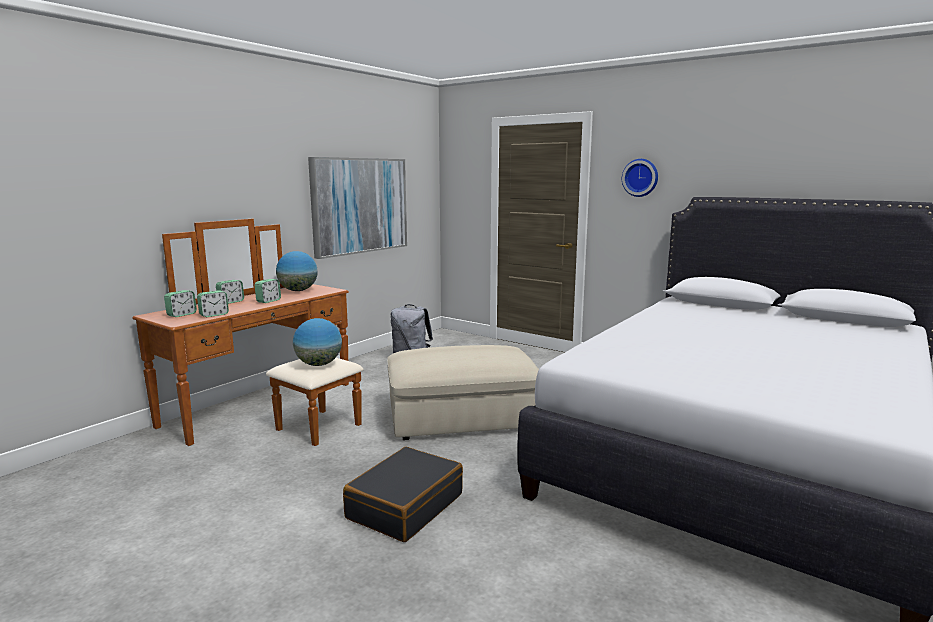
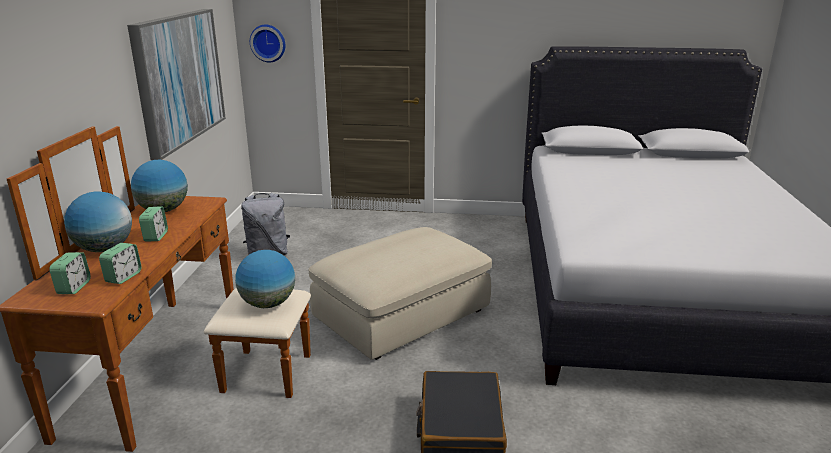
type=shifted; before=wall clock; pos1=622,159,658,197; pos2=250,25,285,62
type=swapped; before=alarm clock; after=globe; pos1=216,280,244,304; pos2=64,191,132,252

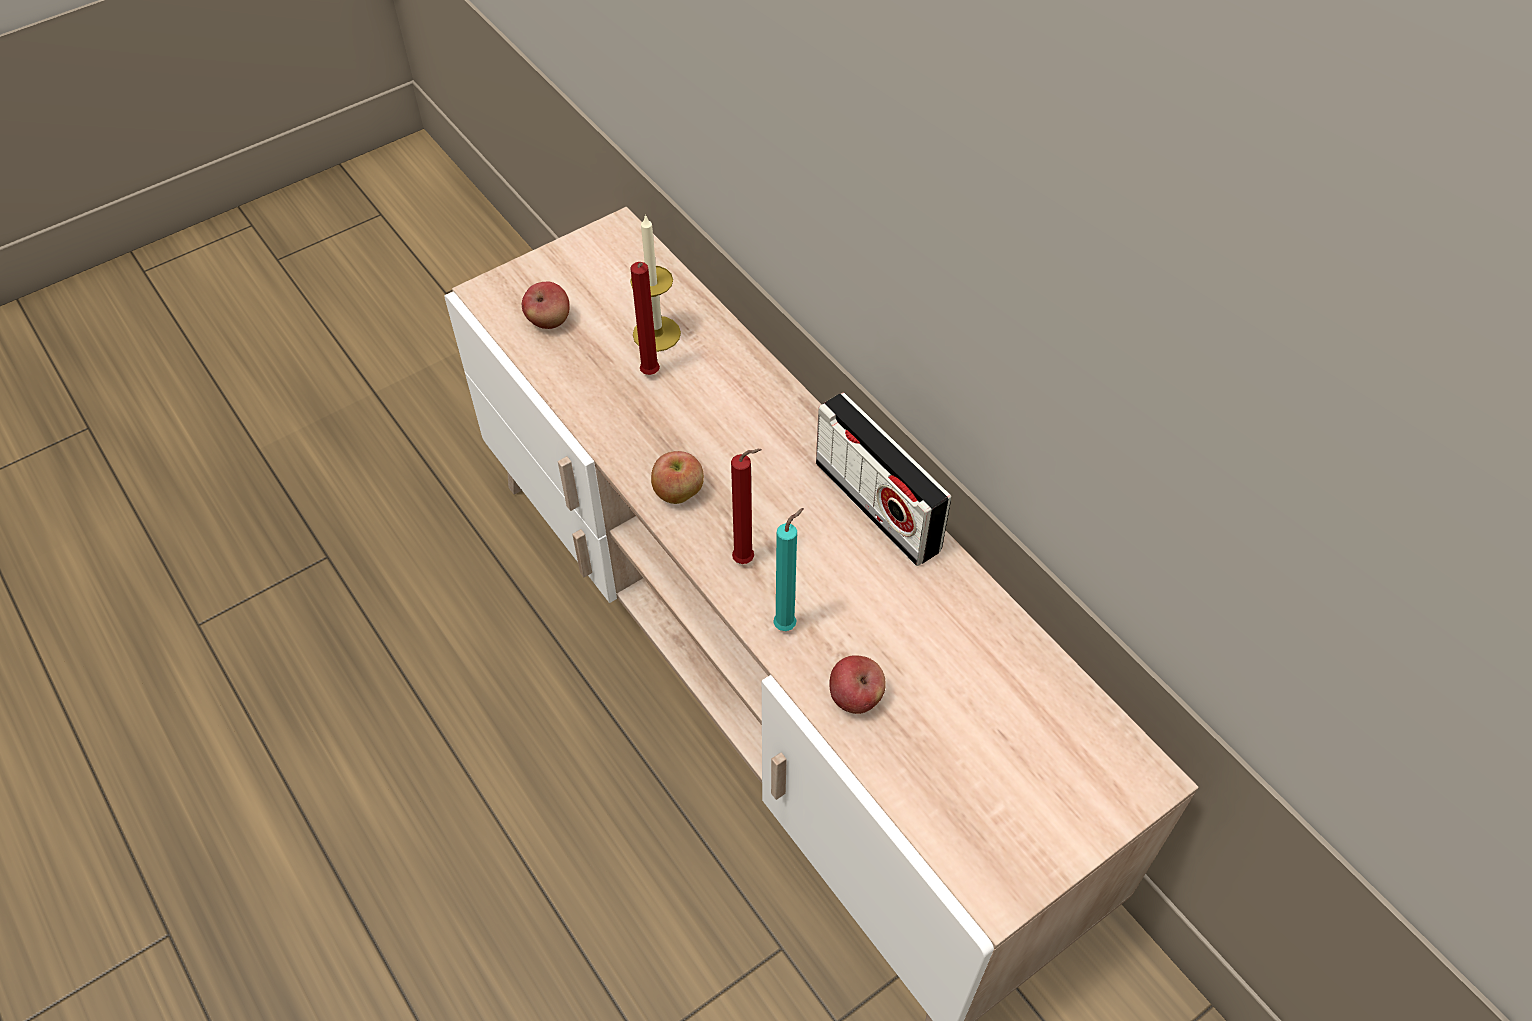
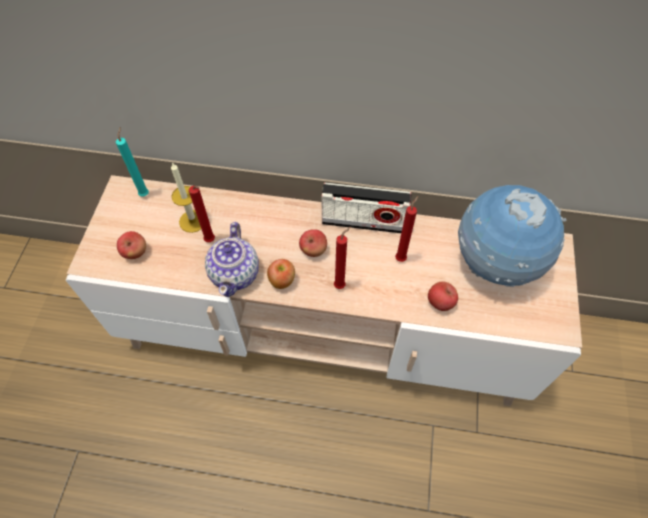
type=shifted; before=turquoise candle; pos1=773,508,804,631; pos2=116,127,149,197
type=new; after=globe; pos2=458,185,567,287
type=new; after=red candle; pos2=395,196,418,262
type=new; after=teapot; pos2=205,222,259,297
type=new; after=apple; pos2=299,229,327,257

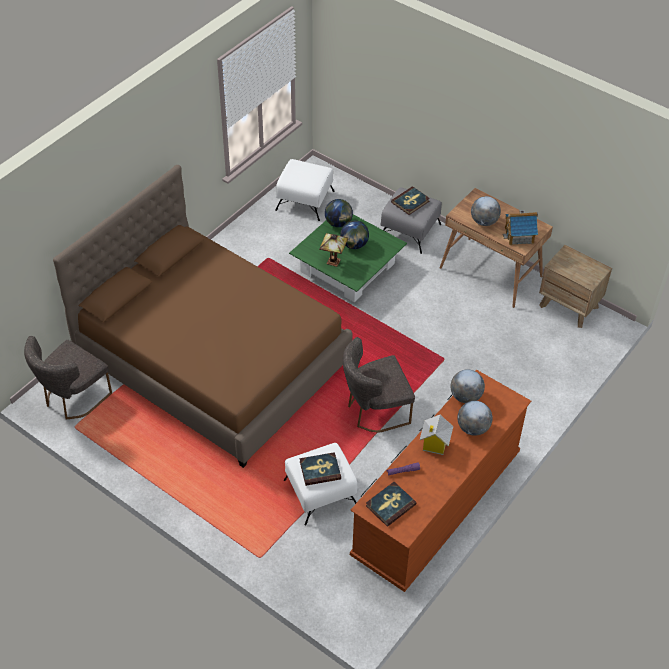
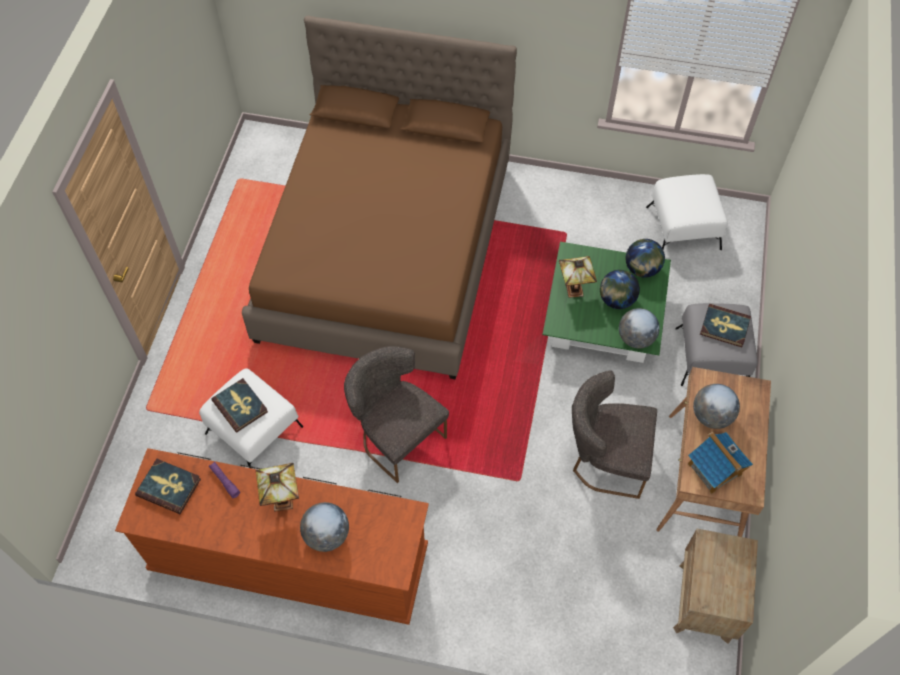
type=shifted; before=grey chair; pos1=24,336,112,420; pos2=572,371,657,499
type=shifted; before=globe; pos1=450,369,485,403; pos2=619,308,660,348
type=swapped; before=toy house; after=table lamp; pos1=420,415,453,455; pos2=256,463,299,512

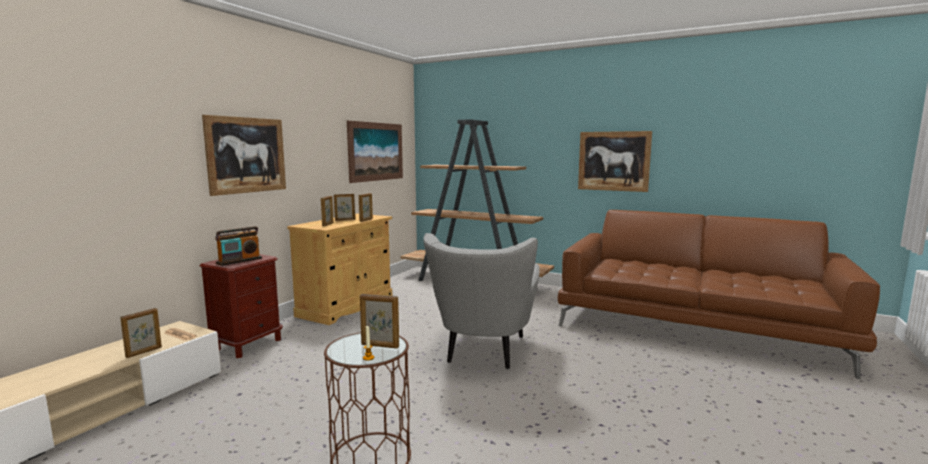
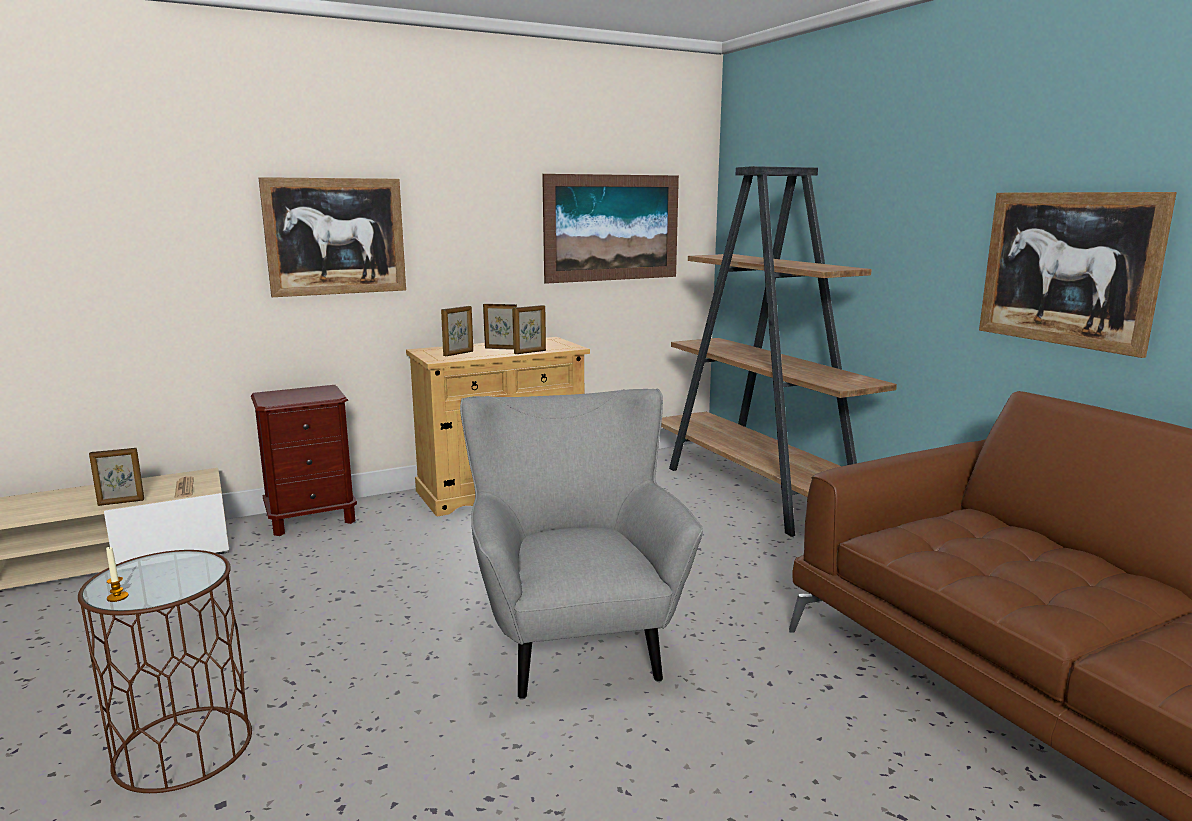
type=gone; before=radio; pos1=215,226,262,266
type=rotated; before=grey armchair; pos1=423,233,540,369; pos2=460,388,703,700; turn=120
type=gone; before=picture frame; pos1=360,294,399,349

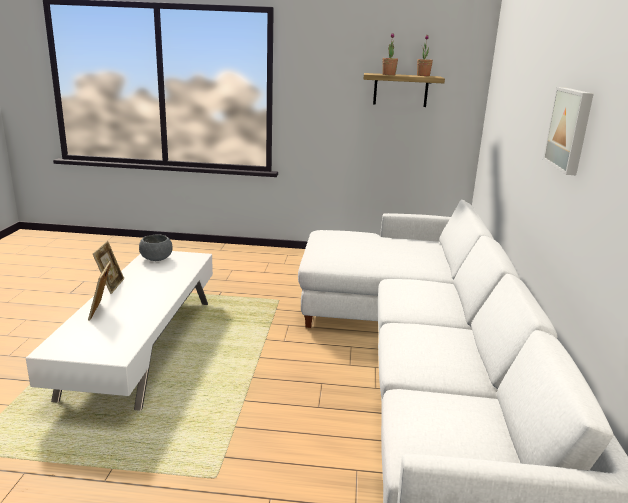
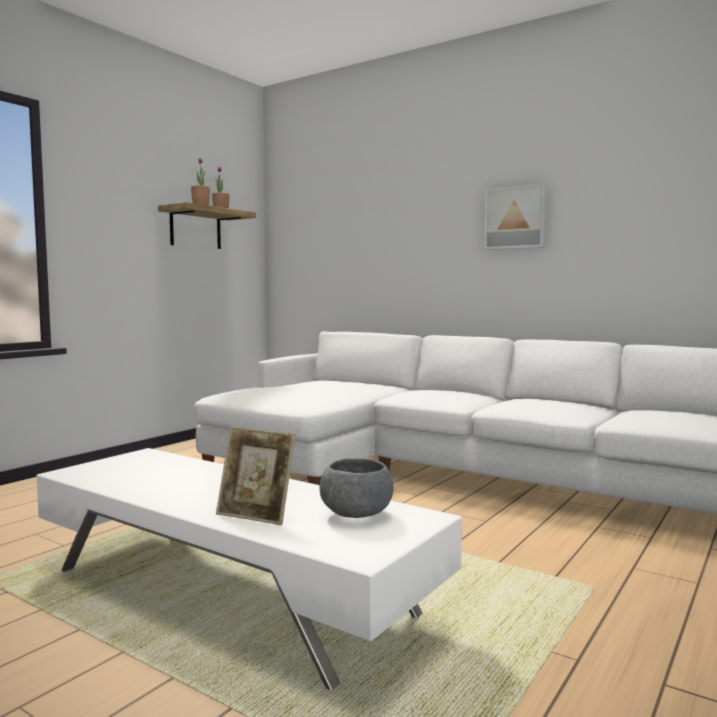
type=shifted; before=grey bowl; pos1=139,234,172,261; pos2=320,458,394,518
type=gone; before=picture frame; pos1=93,241,124,294

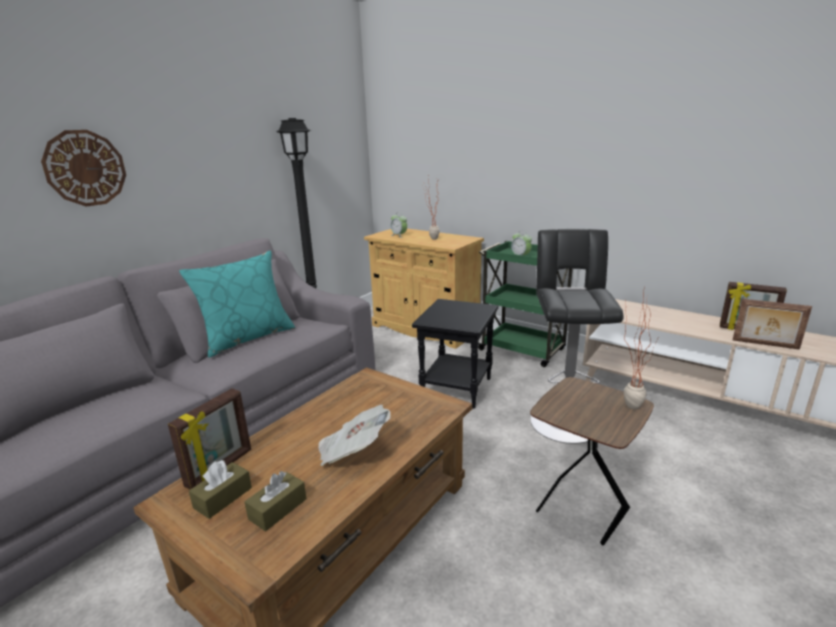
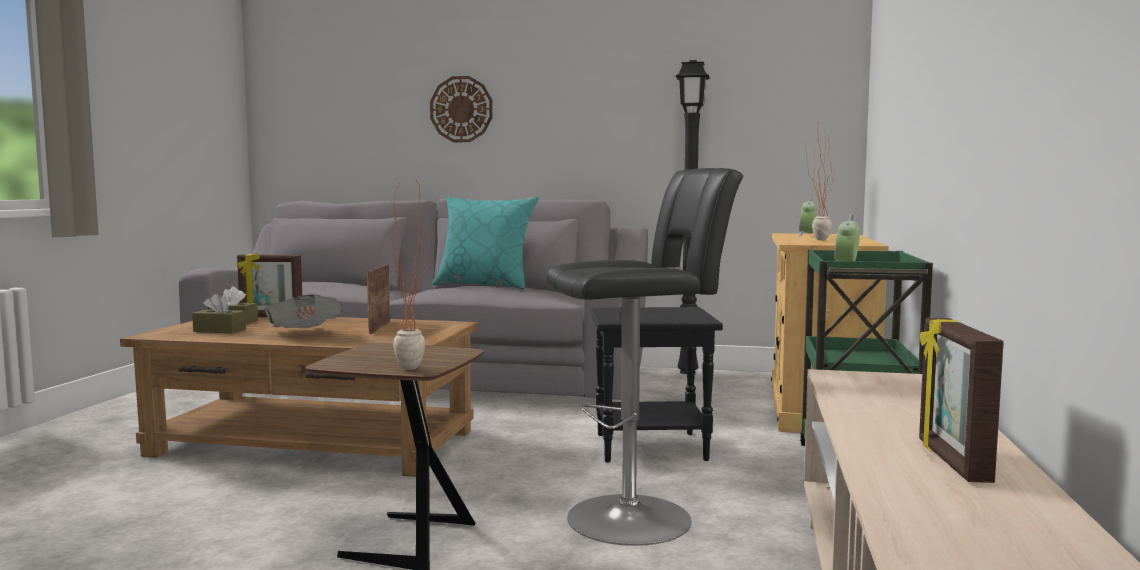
type=shifted; before=picture frame; pos1=733,299,812,350; pos2=367,264,390,334

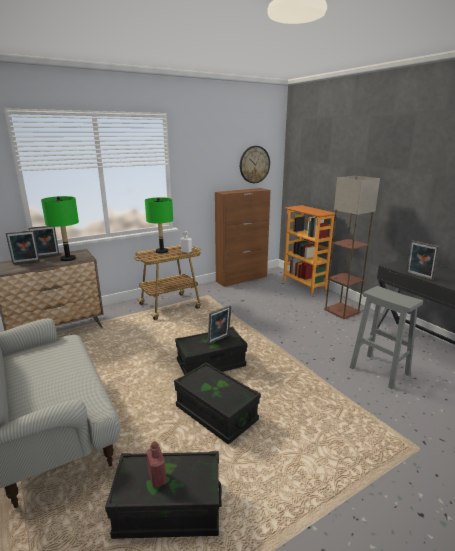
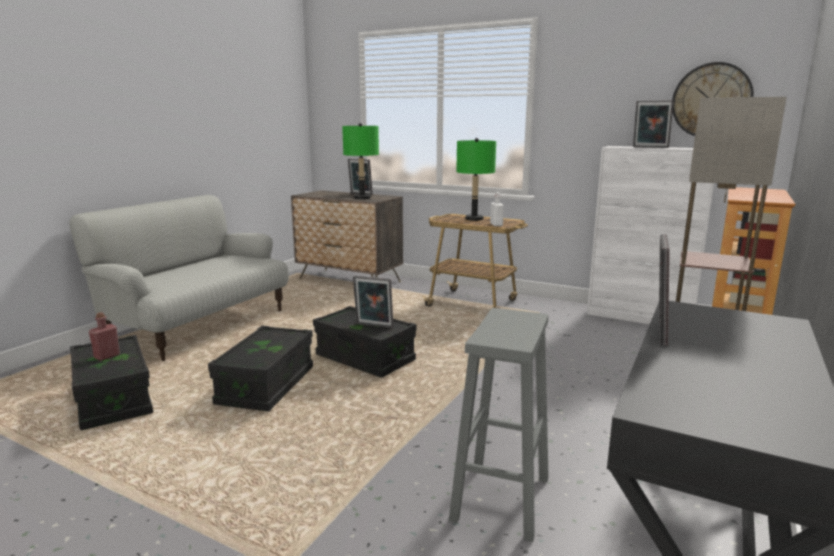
type=repainted; before=brown cabinet; after=white cabinet; pos1=215,188,271,287; pos2=587,146,714,324
type=shifted; before=picture frame; pos1=6,230,40,264; pos2=633,100,674,148

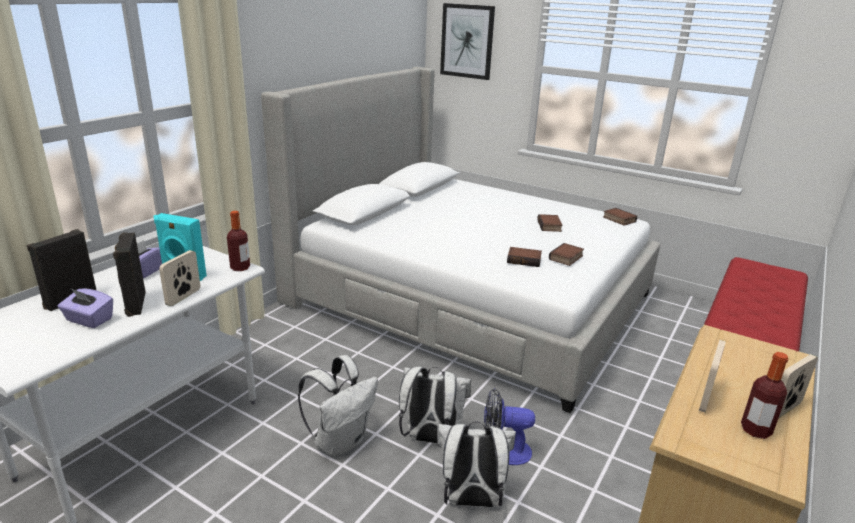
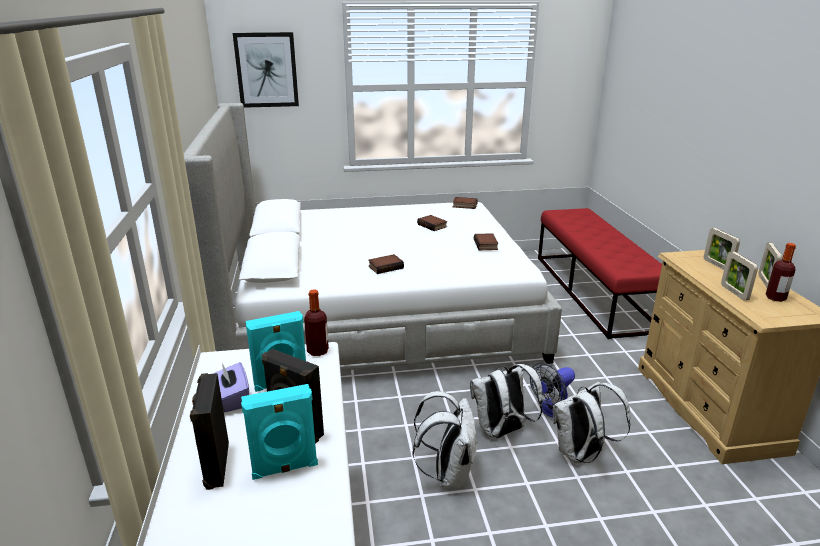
type=shifted; before=book; pos1=507,247,542,267; pos2=368,254,404,274
type=shifted; before=picture frame; pos1=159,250,200,306; pos2=704,228,740,270
type=swapped; before=purple tissue box; after=turquoise speaker; pos1=58,288,113,328; pos2=241,384,318,480

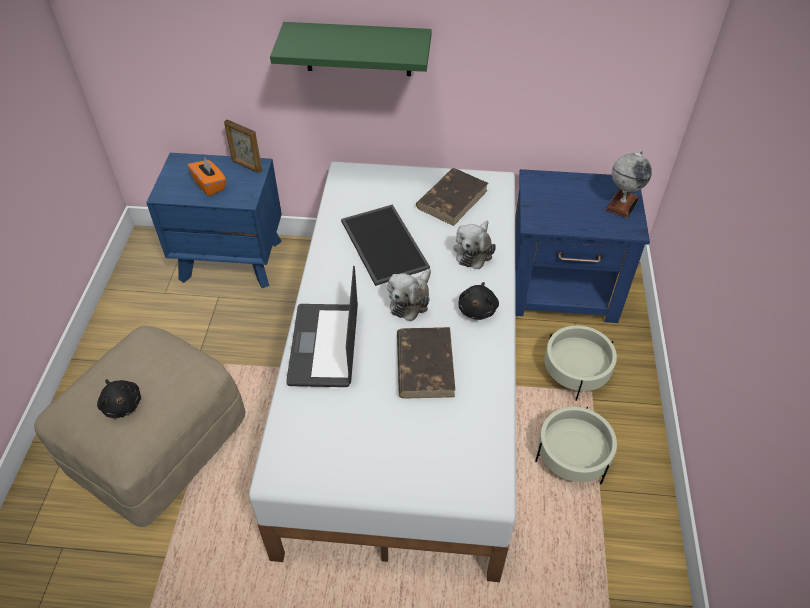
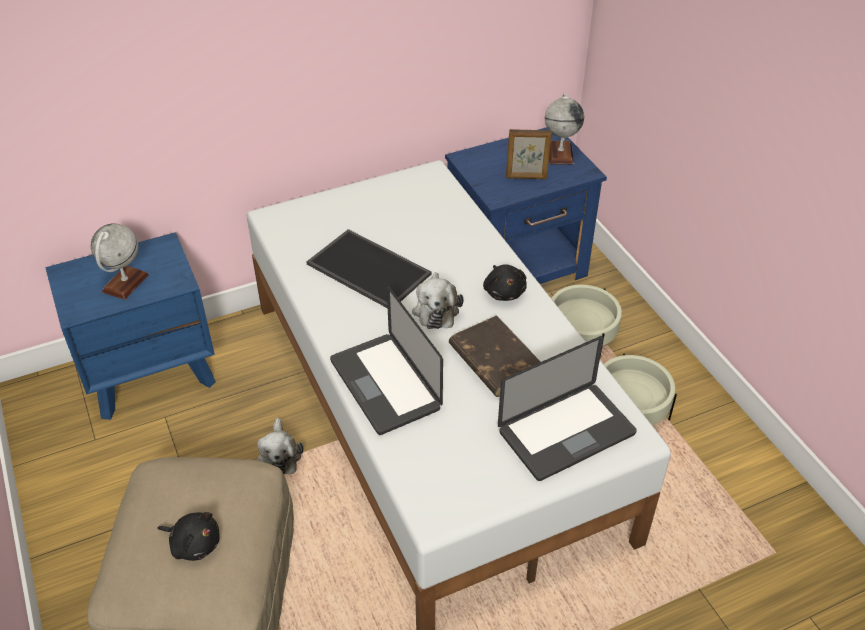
type=gone; before=green shelf; pos1=270,22,432,76
type=shifted; before=picture frame; pos1=224,119,262,173; pos2=506,129,552,179
type=swapped; before=orange tissue box; after=globe; pos1=187,158,226,196; pos2=91,224,149,300
type=gone; before=brown book; pos1=416,168,488,226
type=shifted; before=plush toy; pos1=453,220,496,269; pos2=257,418,303,475
type=new; after=laptop; pos2=498,336,637,481

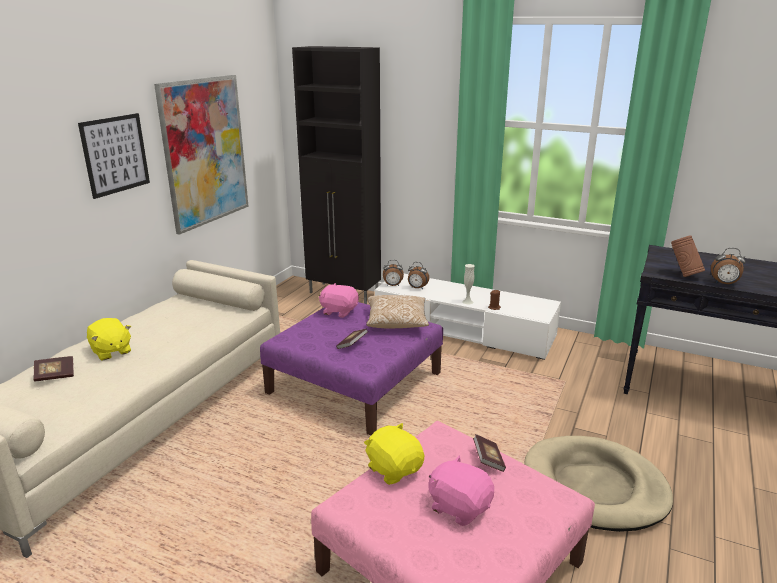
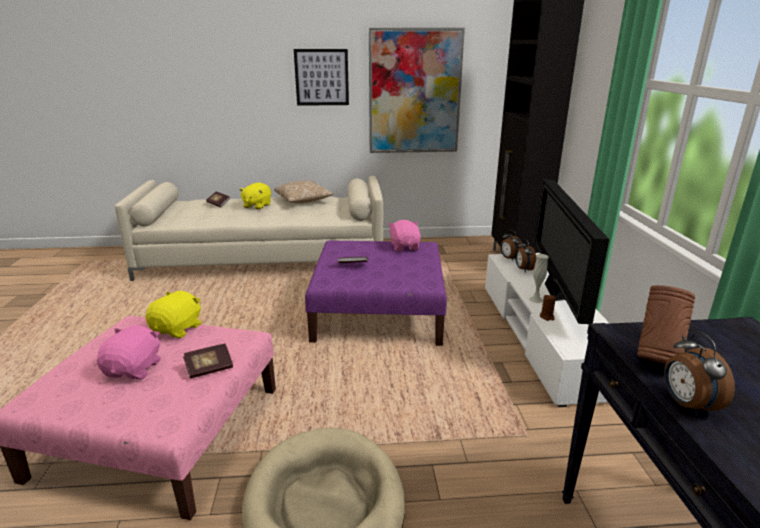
type=shifted; before=pillow; pos1=366,295,429,328; pos2=274,180,334,203
type=new; after=television; pos2=535,180,609,324

